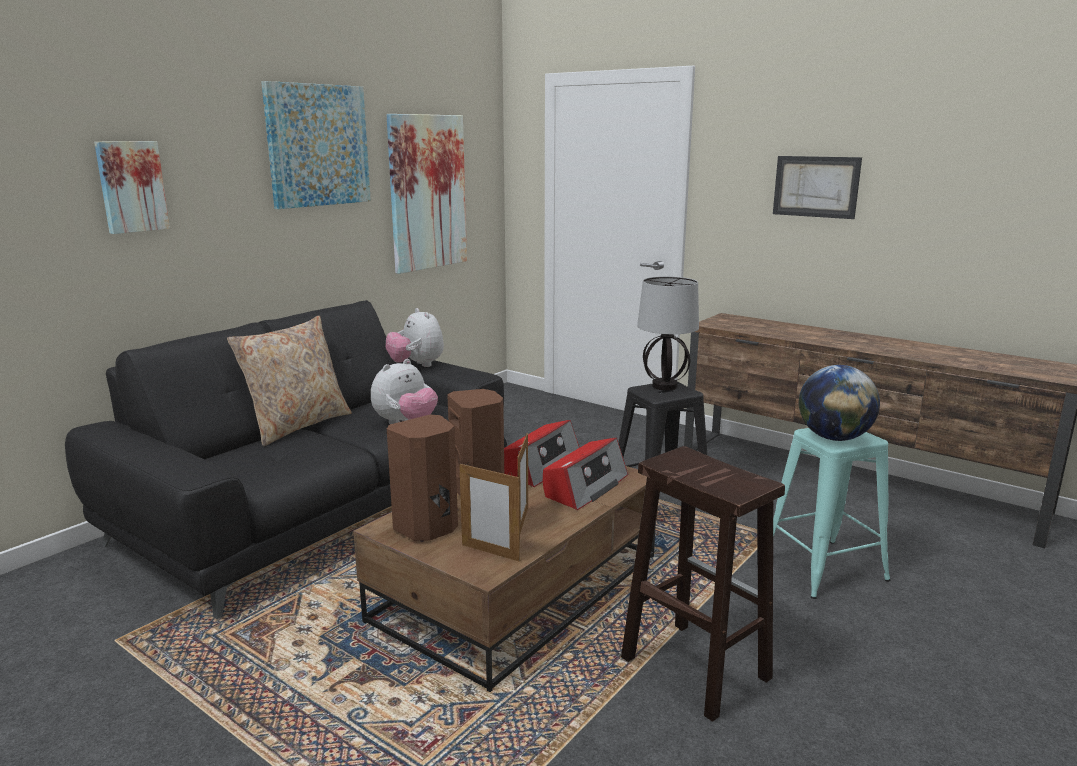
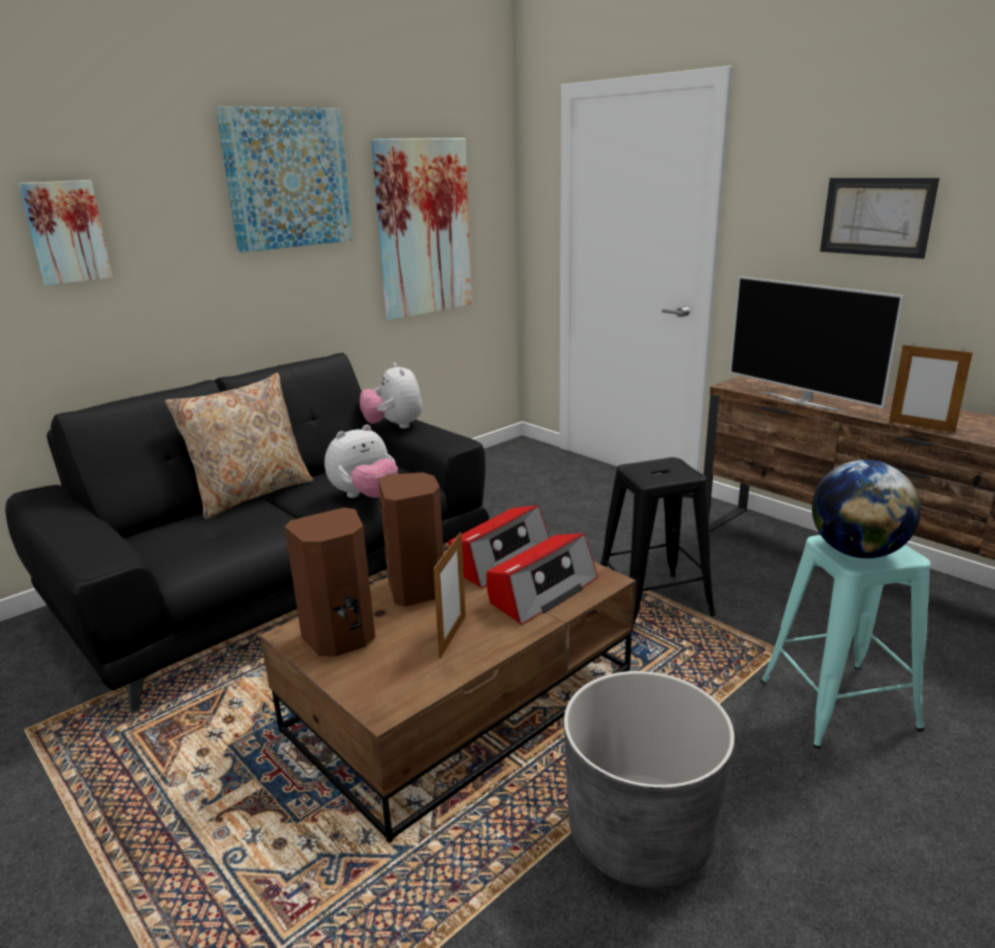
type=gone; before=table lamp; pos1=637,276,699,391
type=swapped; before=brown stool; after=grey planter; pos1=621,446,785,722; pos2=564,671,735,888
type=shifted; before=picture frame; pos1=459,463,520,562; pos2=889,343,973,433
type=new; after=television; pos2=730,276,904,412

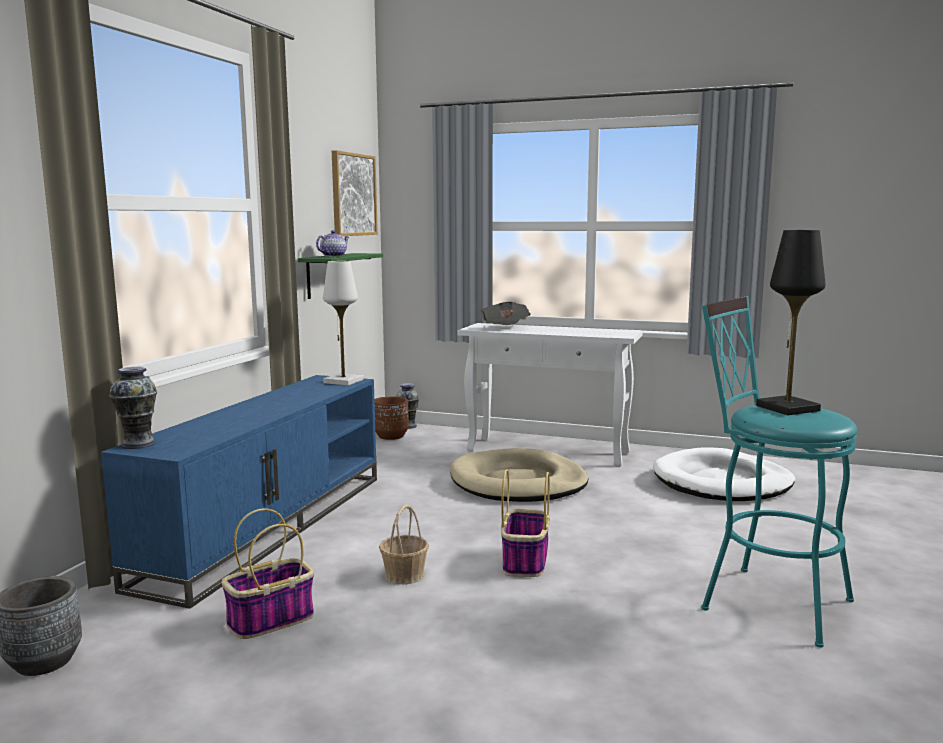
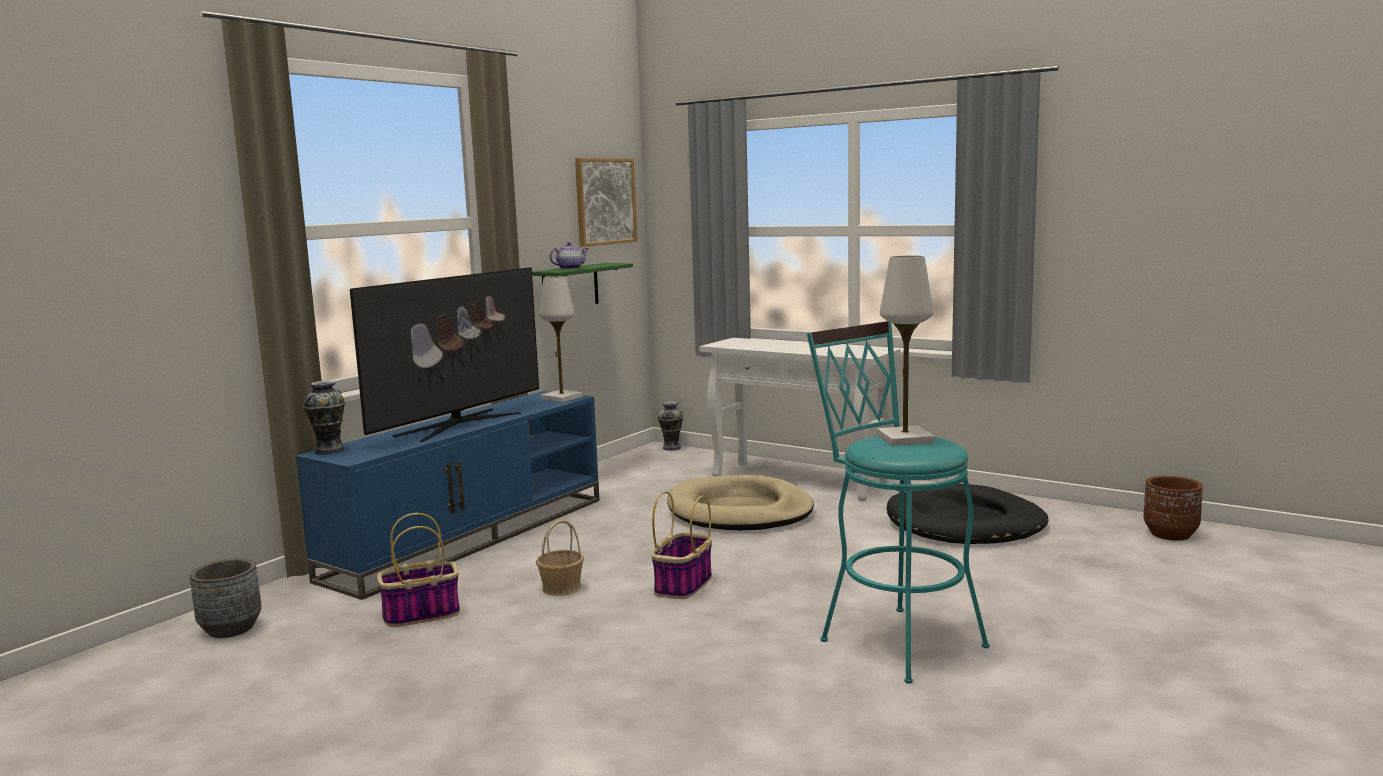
type=repainted; before=black table lamp; after=white table lamp; pos1=756,230,825,415; pos2=877,255,934,446
type=gone; before=newspaper; pos1=480,302,530,325
type=shifted; before=brown planter; pos1=374,397,409,440; pos2=1144,476,1203,541
type=repainted; before=white dog bed; after=black dog bed; pos1=653,447,795,501; pos2=886,484,1049,544
type=new; after=television; pos2=350,267,539,442

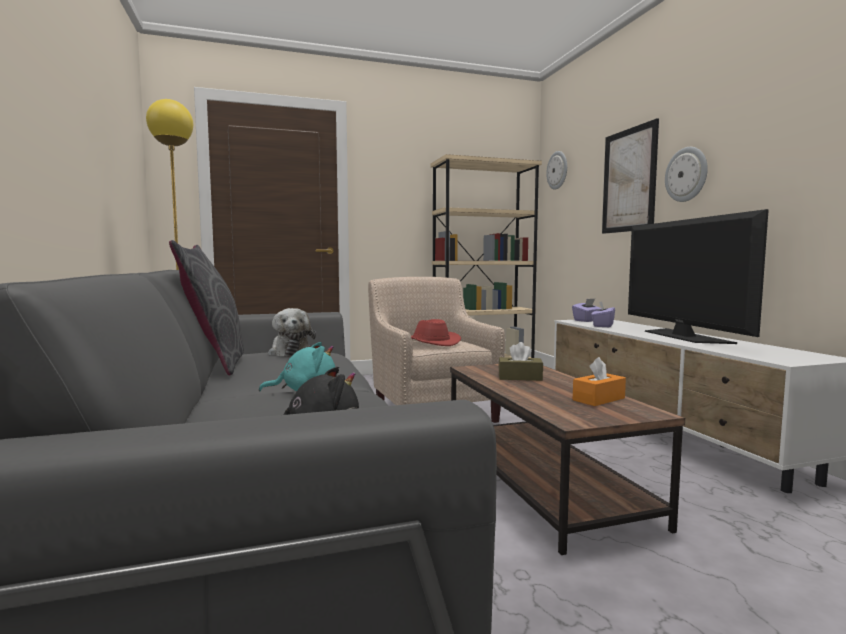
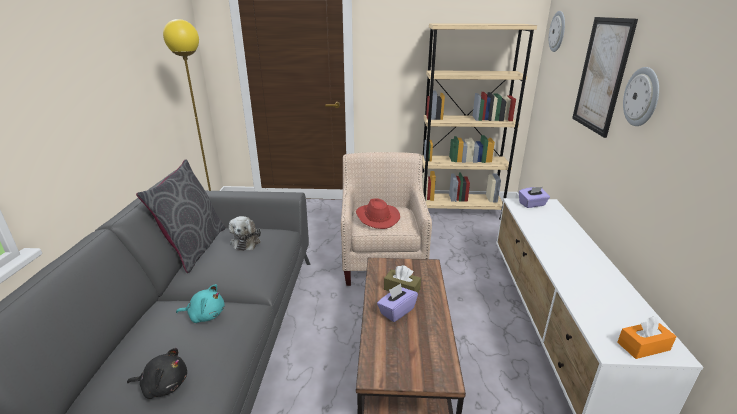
type=gone; before=television; pos1=628,209,769,344
type=shifted; before=purple tissue box; pos1=591,301,615,327; pos2=377,283,418,322
type=shifted; before=orange tissue box; pos1=573,357,626,406; pos2=617,316,677,359

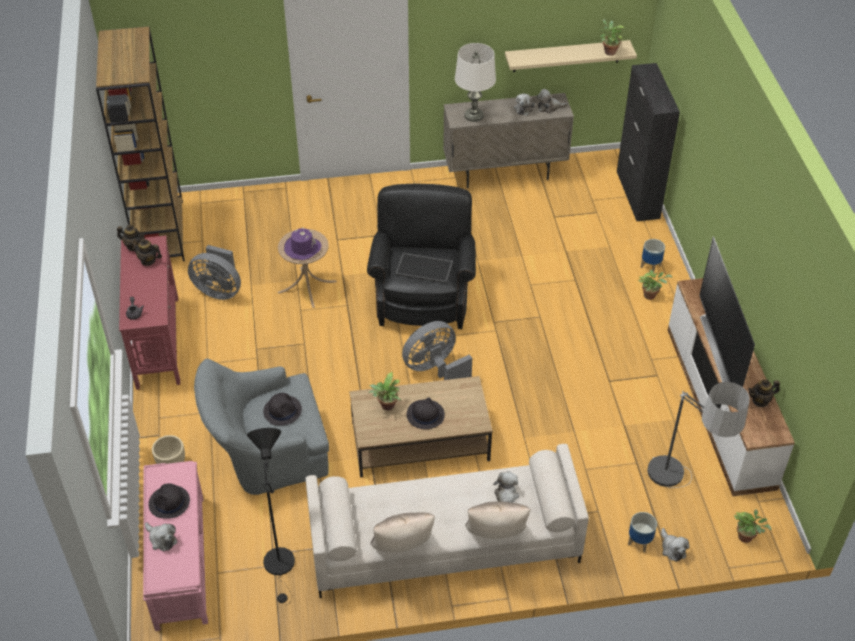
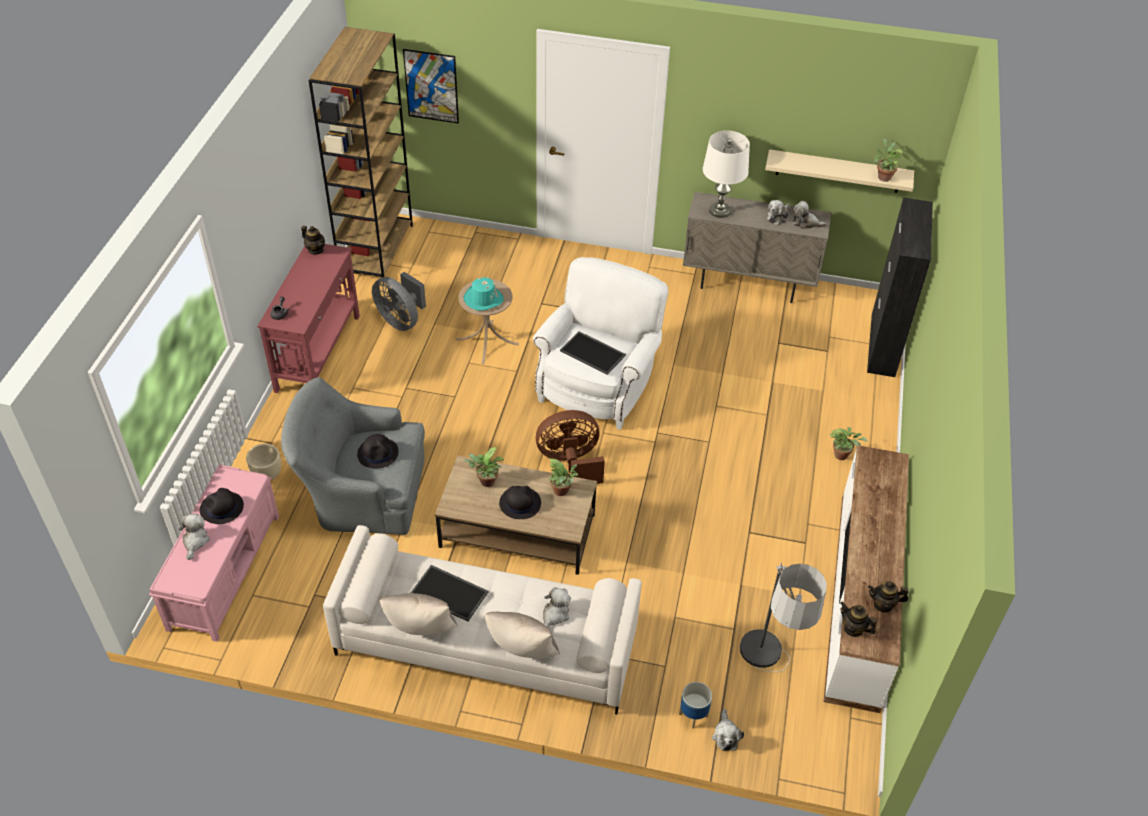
type=repainted; before=black armchair; after=white armchair; pos1=367,184,476,329; pos2=533,257,669,430
type=repainted; before=purple hat; after=turquoise hat; pos1=284,227,321,260; pos2=463,277,504,311
type=gone; before=television; pos1=699,237,755,387
type=shifted; before=teapot; pos1=131,239,162,266; pos2=840,601,877,637
type=gone; before=planter; pos1=641,239,665,272
type=repainted; before=grey fan; after=brown fan; pos1=402,321,472,380; pos2=536,410,605,484
type=gone; before=black floor lamp; pos1=247,428,295,605
type=shifted; before=potted plant; pos1=734,509,771,543; pos2=549,458,578,496
type=rotated; before=plush toy; pos1=145,522,177,551; pos2=178,513,210,560; turn=-150
type=new; after=picture; pos2=403,49,459,124
type=new; after=tray; pos2=411,565,488,622

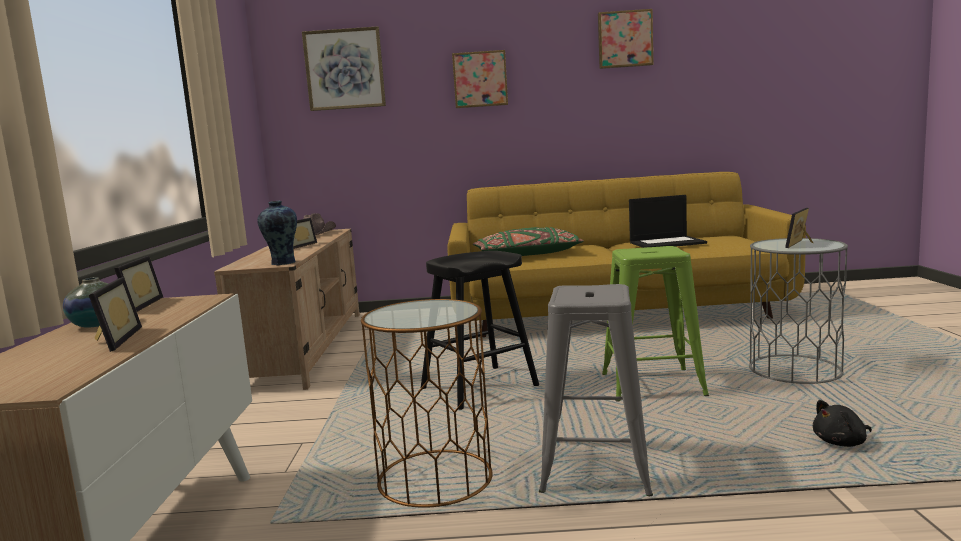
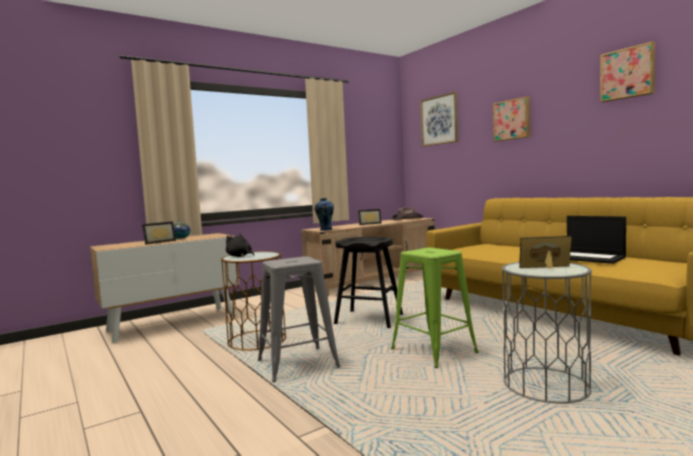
type=gone; before=green pillow; pos1=473,227,584,256
type=gone; before=picture frame; pos1=114,256,163,312
type=shifted; before=black plush toy; pos1=813,400,872,447; pos2=226,234,254,257

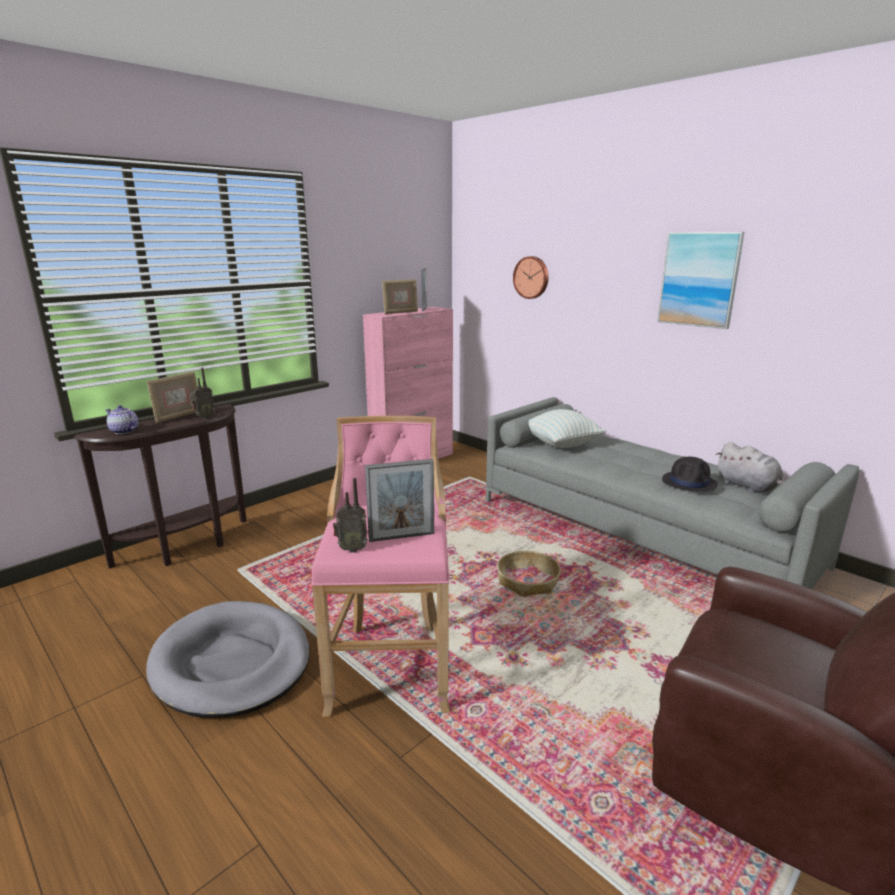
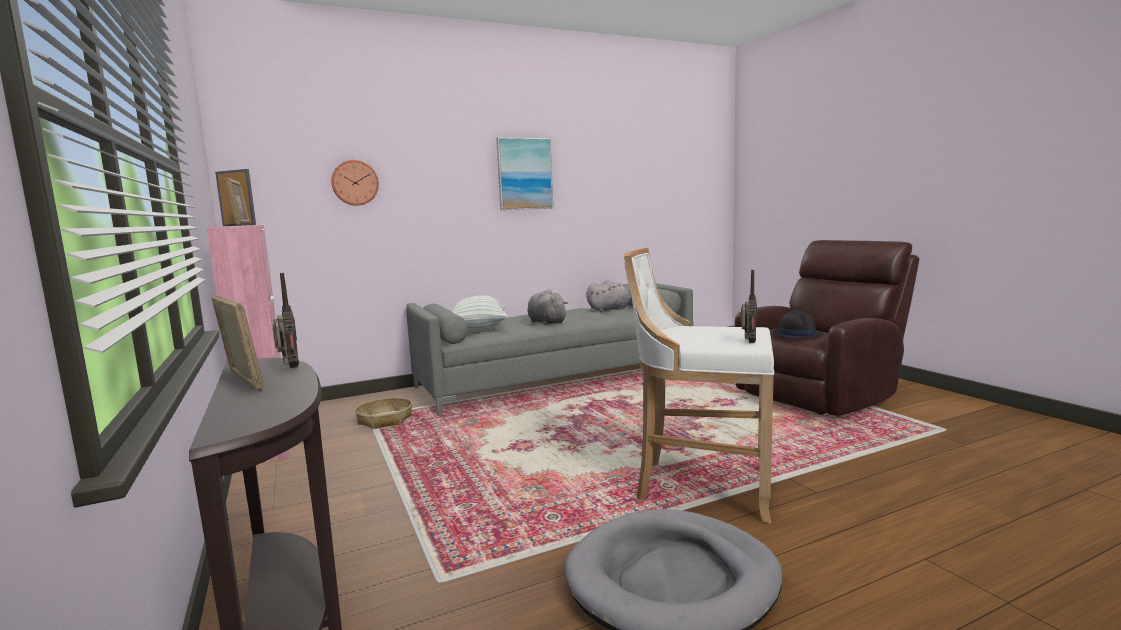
type=gone; before=teapot; pos1=106,405,139,434
type=repainted; before=pink stool; after=white stool; pos1=312,416,450,717; pos2=624,248,774,523
type=shifted; before=black hat; pos1=662,457,718,492; pos2=772,310,823,339
type=gone; before=picture frame; pos1=365,459,434,542
type=shifted; before=basket; pos1=497,550,561,597; pos2=355,397,412,429
type=new; after=grey plush toy; pos2=527,289,568,325

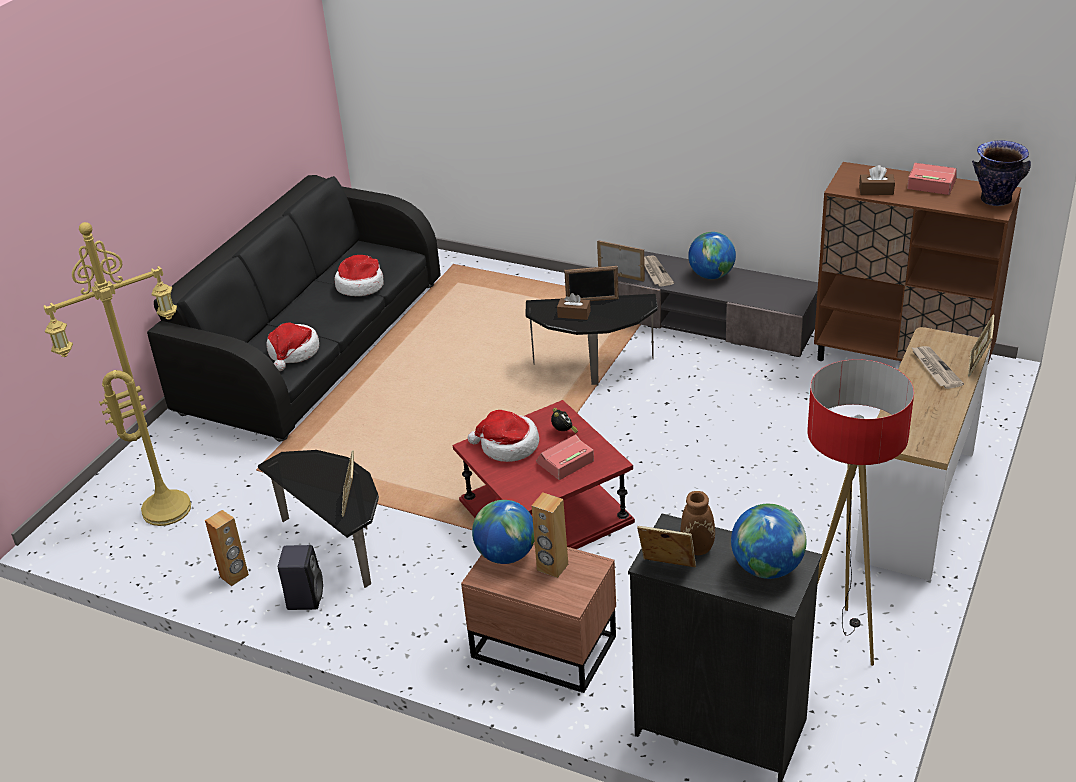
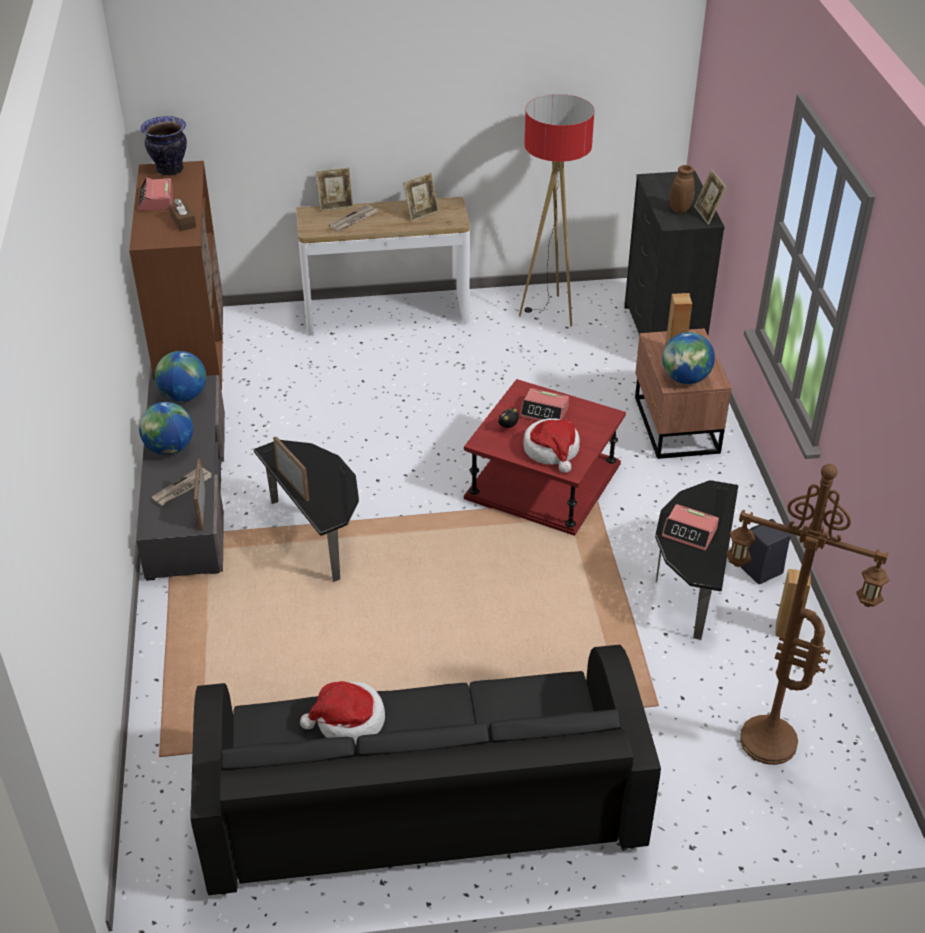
type=repainted; before=yellow floor lamp; after=brown floor lamp; pos1=43,222,191,526; pos2=726,464,889,765
type=gone; before=brown tissue box; pos1=557,293,590,320
type=gone; before=hat; pos1=266,323,319,371
type=shifted; before=picture frame; pos1=341,450,354,517; pos2=403,173,439,222
type=shifted; before=globe; pos1=731,504,807,579; pos2=155,351,206,402
type=new; after=alarm clock; pos2=662,504,719,551

